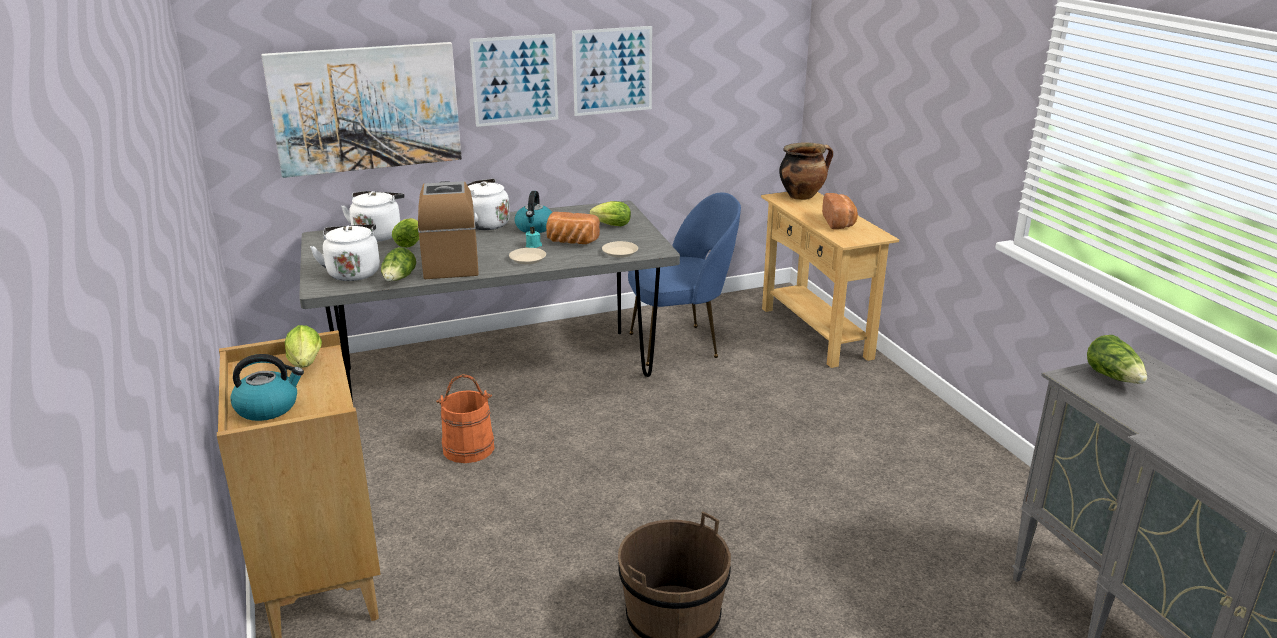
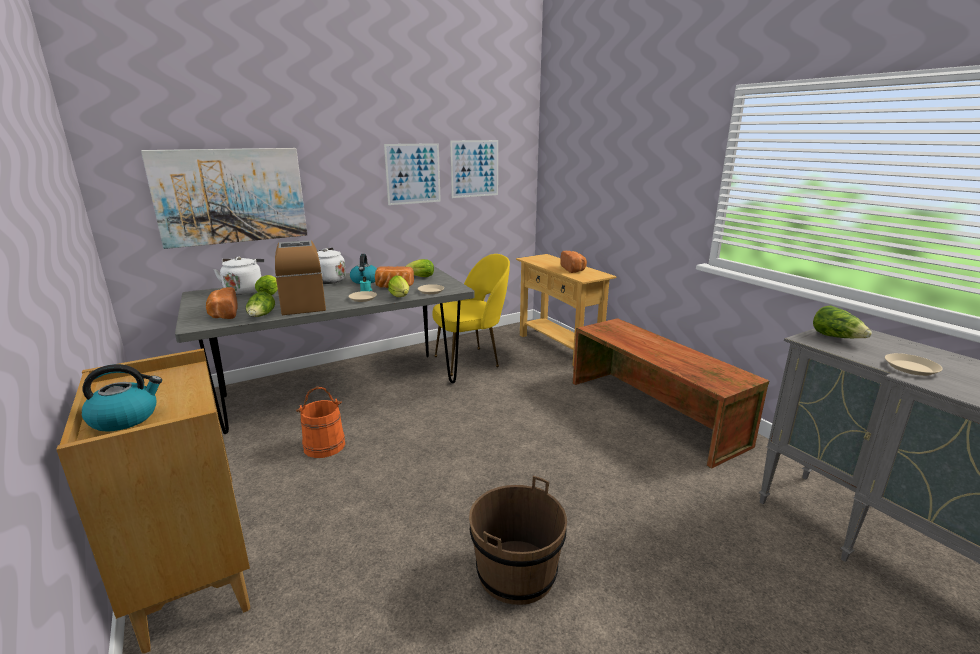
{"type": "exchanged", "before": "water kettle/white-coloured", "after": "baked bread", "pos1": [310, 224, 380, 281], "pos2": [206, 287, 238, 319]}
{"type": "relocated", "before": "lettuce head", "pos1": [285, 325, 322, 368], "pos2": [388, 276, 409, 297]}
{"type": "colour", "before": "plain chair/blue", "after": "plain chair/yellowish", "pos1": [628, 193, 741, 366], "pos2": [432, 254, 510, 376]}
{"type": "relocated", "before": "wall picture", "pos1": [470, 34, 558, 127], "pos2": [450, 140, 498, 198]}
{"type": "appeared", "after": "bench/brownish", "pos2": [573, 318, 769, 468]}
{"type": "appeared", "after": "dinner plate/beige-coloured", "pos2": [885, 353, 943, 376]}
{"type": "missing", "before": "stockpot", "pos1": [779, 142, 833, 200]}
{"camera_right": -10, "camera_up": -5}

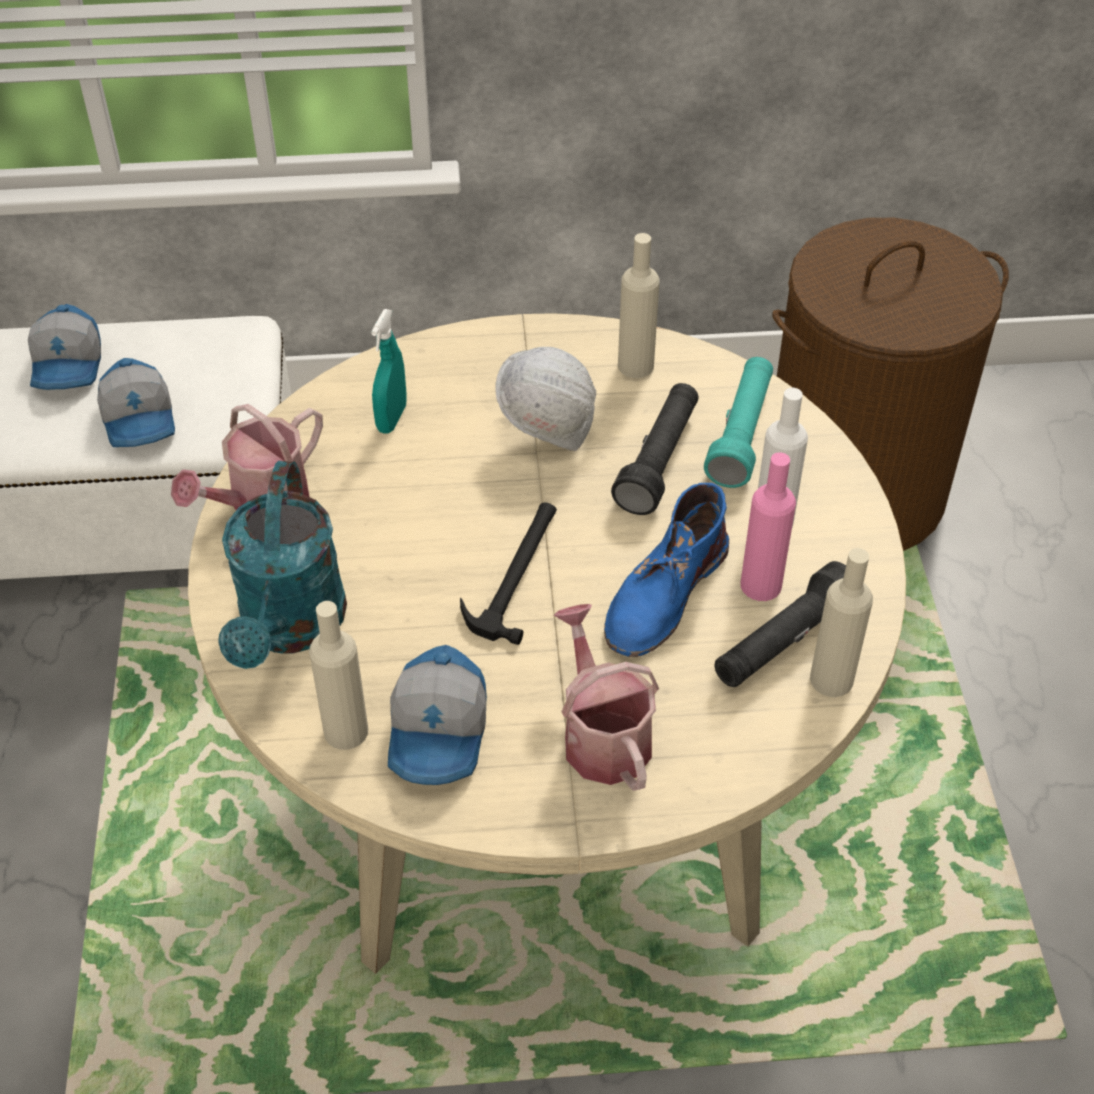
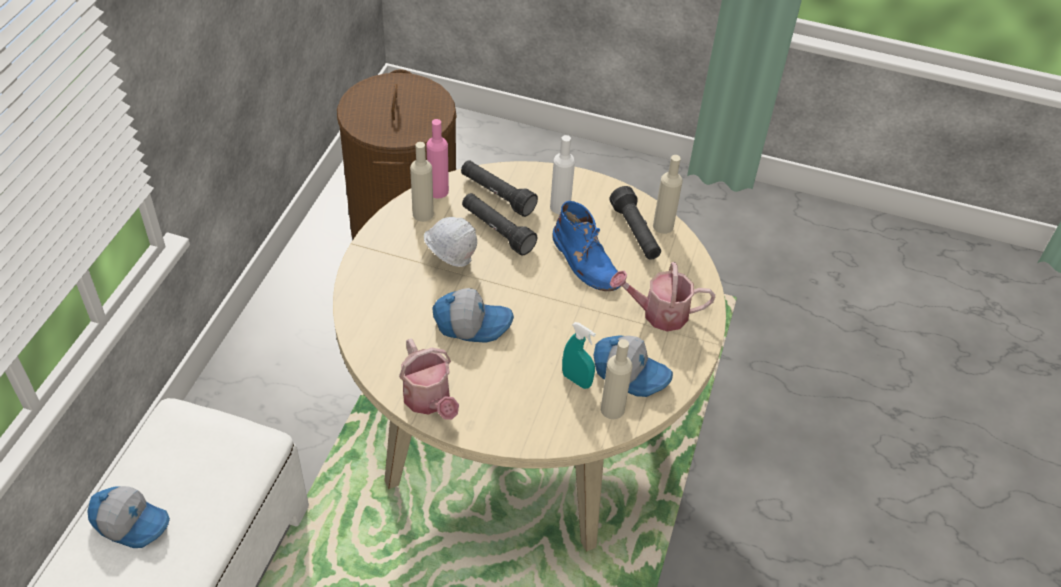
{"type": "relocated", "before": "bottle/pink-coloured", "pos1": [741, 452, 796, 601], "pos2": [426, 119, 449, 199]}
{"type": "relocated", "before": "cap", "pos1": [97, 358, 175, 447], "pos2": [432, 288, 514, 343]}
{"type": "colour", "before": "hand torch/turquoise", "after": "hand torch/blackish", "pos1": [704, 357, 773, 488], "pos2": [461, 160, 538, 217]}
{"type": "relocated", "before": "sprayer/turquoise", "pos1": [371, 309, 407, 434], "pos2": [562, 322, 596, 389]}
{"type": "missing", "before": "watering pot/turquoise", "pos1": [218, 461, 347, 669]}
{"type": "missing", "before": "hand hammer", "pos1": [460, 502, 557, 645]}
{"camera_right": -70, "camera_up": 0}

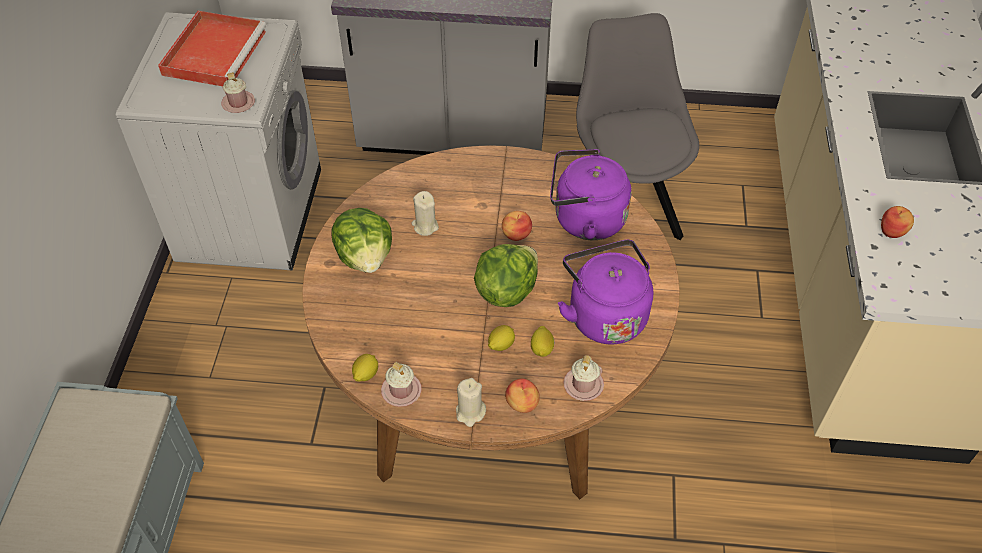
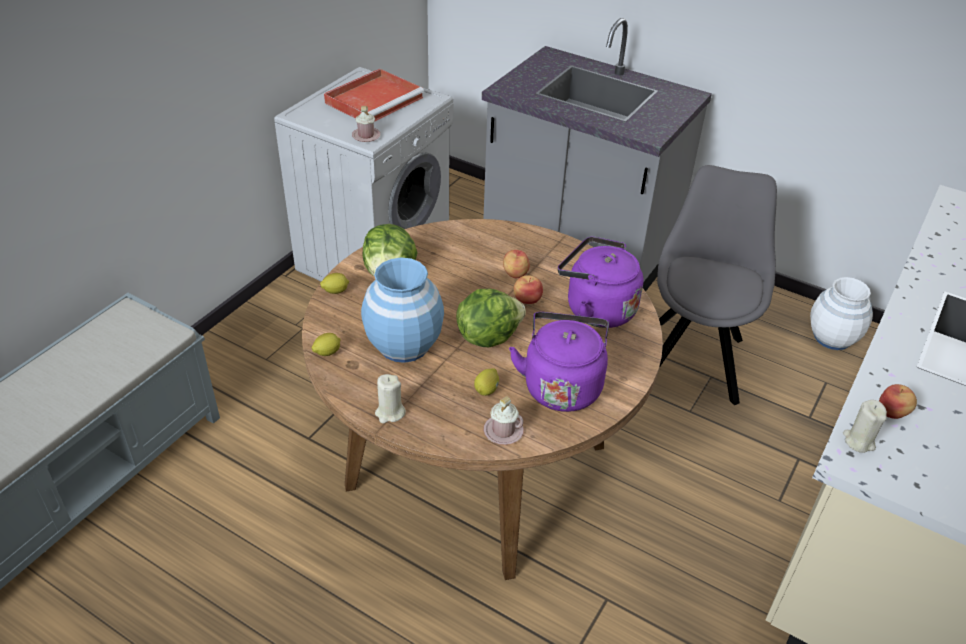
{"type": "relocated", "before": "citrus fruit", "pos1": [488, 325, 515, 351], "pos2": [320, 273, 349, 294]}
{"type": "appeared", "after": "flower vase/blue", "pos2": [361, 258, 444, 363]}
{"type": "relocated", "before": "apple", "pos1": [505, 379, 540, 413], "pos2": [503, 250, 530, 278]}
{"type": "appeared", "after": "flower vase/white-coloured", "pos2": [810, 277, 873, 350]}
{"type": "relocated", "before": "candle/beige-coloured", "pos1": [411, 191, 439, 236], "pos2": [843, 400, 887, 453]}
{"type": "missing", "before": "tea mug/pink-coloured", "pos1": [381, 362, 422, 407]}
{"camera_right": 25, "camera_up": -10}

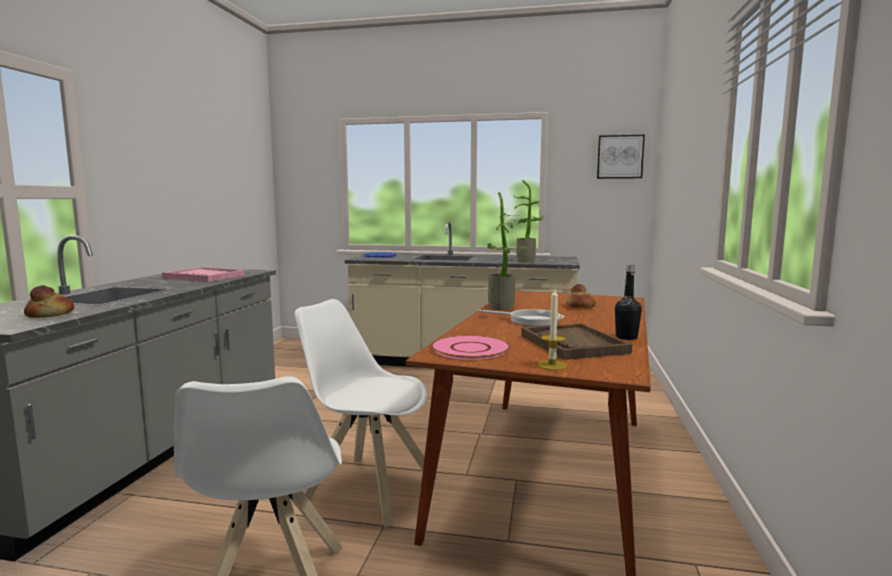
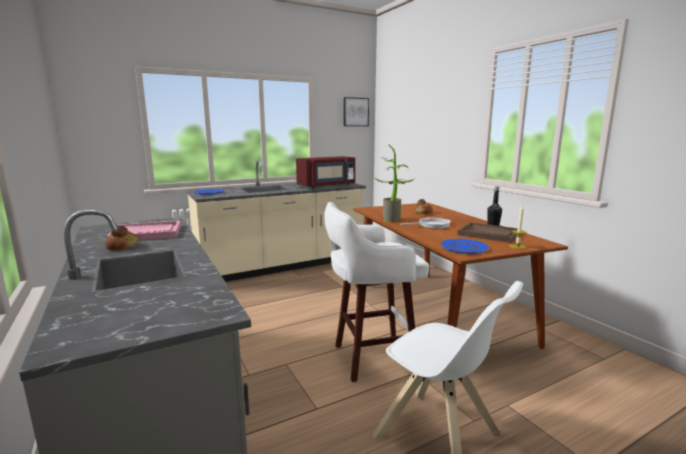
{"type": "relocated", "before": "baked bread", "pos1": [24, 285, 74, 318], "pos2": [105, 225, 139, 250]}
{"type": "exchanged", "before": "houseplant", "after": "microwave oven/red", "pos1": [506, 180, 544, 263], "pos2": [296, 156, 355, 189]}
{"type": "exchanged", "before": "plain chair/white-coloured", "after": "stool seat/white-coloured", "pos1": [295, 299, 438, 527], "pos2": [324, 202, 429, 382]}
{"type": "colour", "before": "dinner plate/pink-coloured", "after": "dinner plate/blue", "pos1": [431, 335, 511, 360], "pos2": [440, 238, 490, 254]}
{"camera_right": -40, "camera_up": 5}

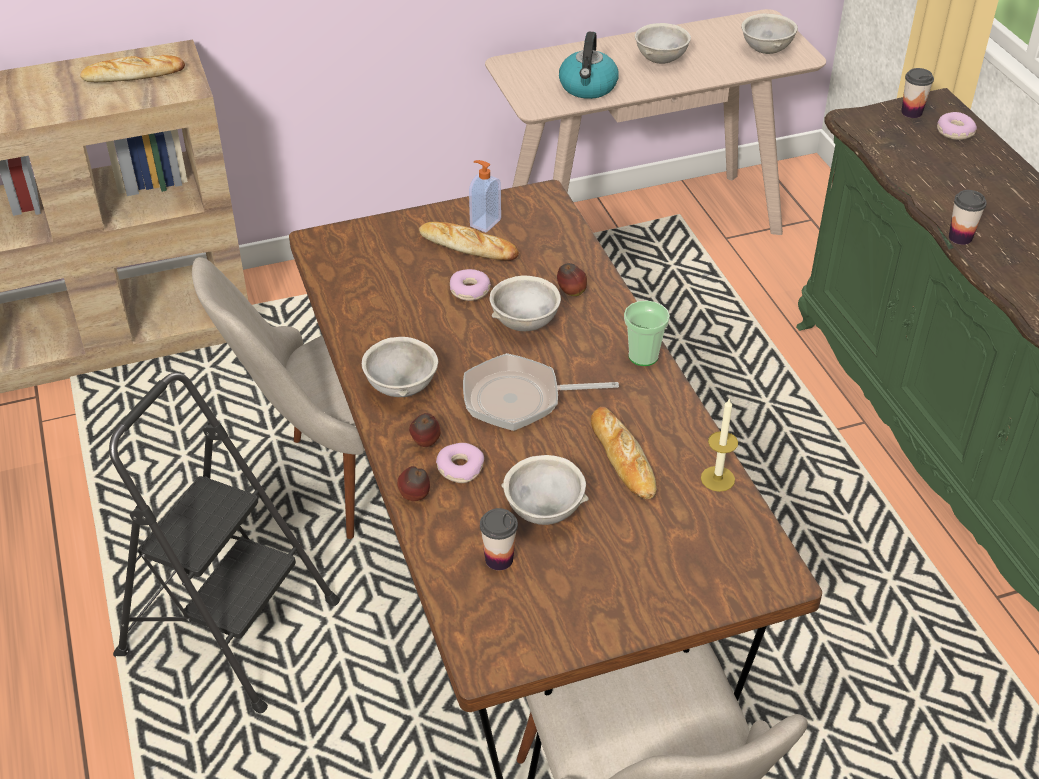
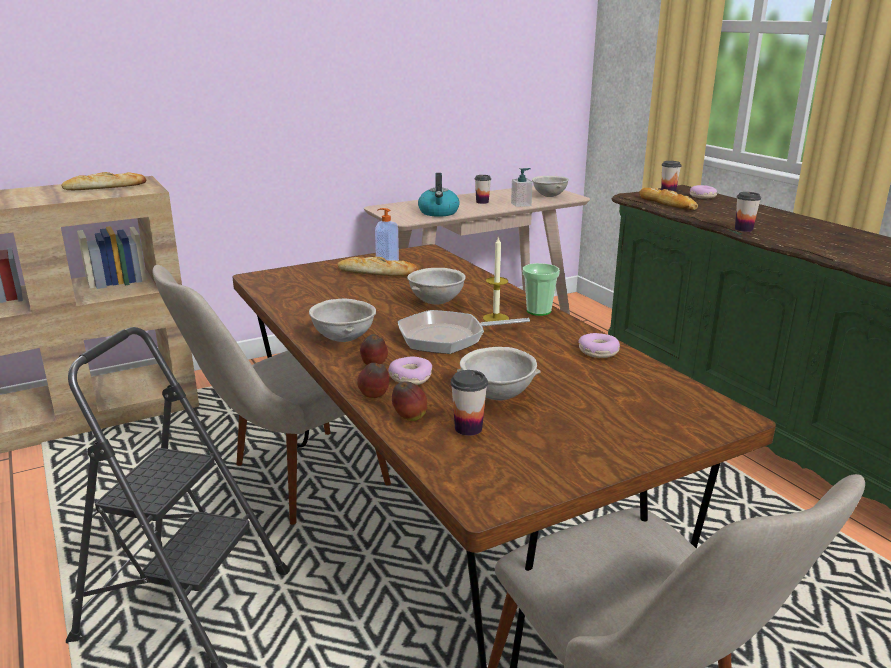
{"type": "relocated", "before": "apple", "pos1": [557, 263, 587, 296], "pos2": [392, 382, 427, 421]}
{"type": "exchanged", "before": "deep dish/greyish", "after": "cup", "pos1": [635, 23, 691, 64], "pos2": [475, 175, 491, 204]}
{"type": "relocated", "before": "candle", "pos1": [701, 398, 738, 492], "pos2": [483, 236, 509, 322]}
{"type": "appeared", "after": "soap bottle", "pos2": [511, 168, 533, 207]}
{"type": "relocated", "before": "donut", "pos1": [450, 269, 491, 301], "pos2": [578, 333, 620, 358]}
{"type": "relocated", "before": "baked bread", "pos1": [591, 407, 657, 499], "pos2": [639, 188, 698, 210]}
{"camera_right": -10, "camera_up": -20}

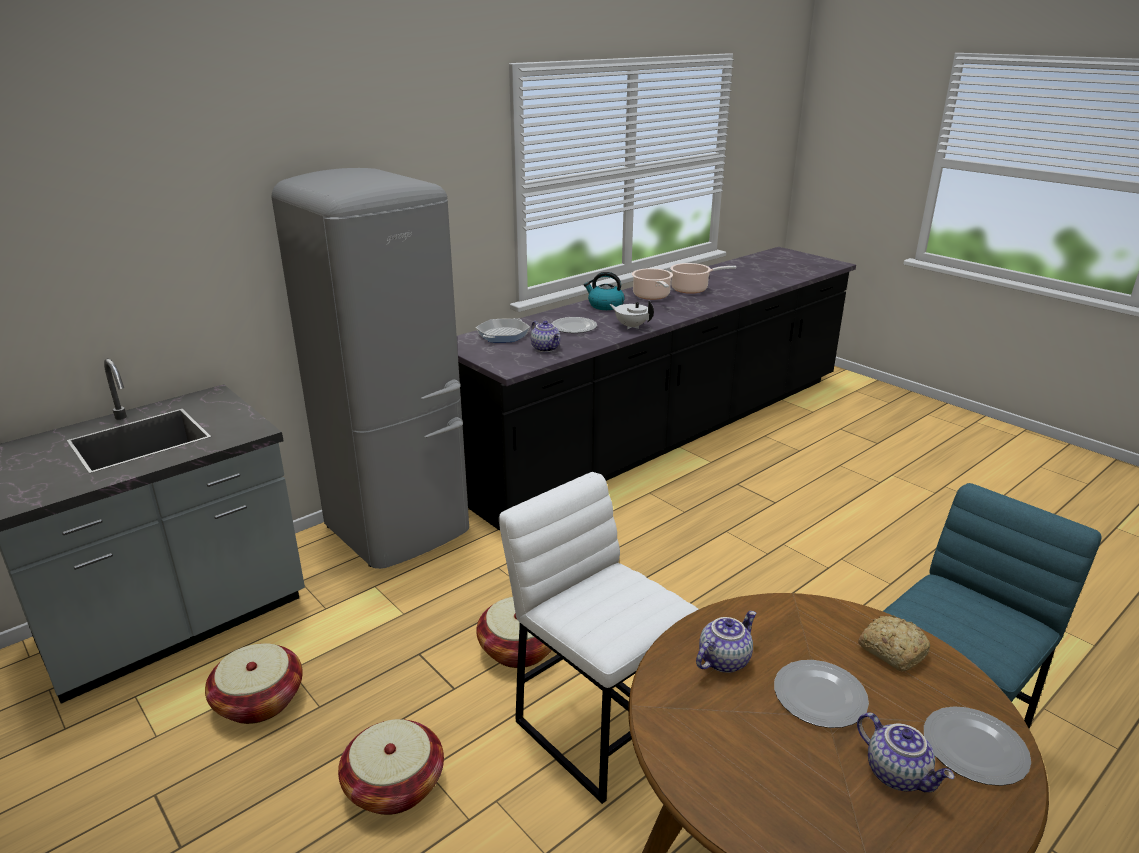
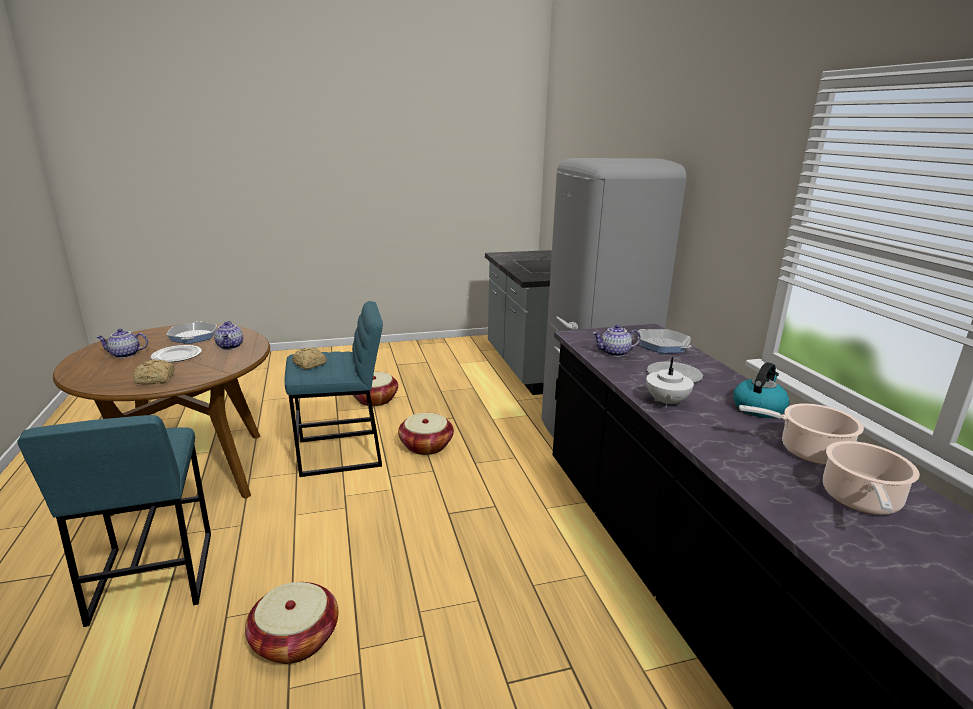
{"type": "appeared", "after": "pan", "pos2": [166, 321, 217, 344]}
{"type": "relocated", "before": "storage basket", "pos1": [205, 643, 303, 724], "pos2": [245, 582, 339, 664]}
{"type": "colour", "before": "stool seat/white-coloured", "after": "stool seat/blue", "pos1": [499, 472, 699, 804], "pos2": [284, 301, 383, 477]}
{"type": "appeared", "after": "baked bread", "pos2": [292, 347, 327, 369]}
{"type": "spun", "before": "pot for tea/white-coloured", "pos1": [609, 301, 654, 329], "pos2": [646, 357, 694, 408], "turn": 135}
{"type": "missing", "before": "dinner plate", "pos1": [924, 706, 1031, 786]}
{"camera_right": 115, "camera_up": -5}

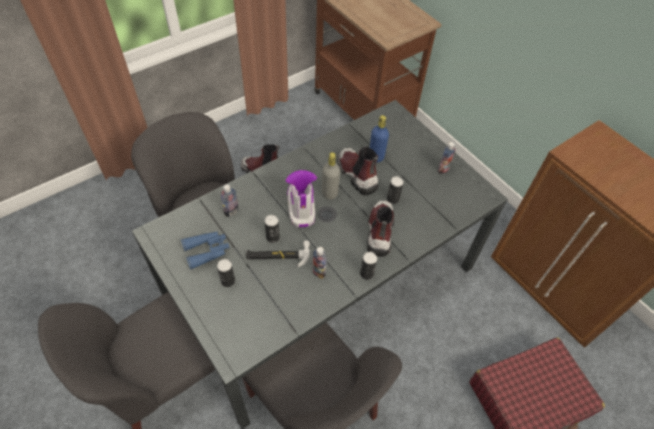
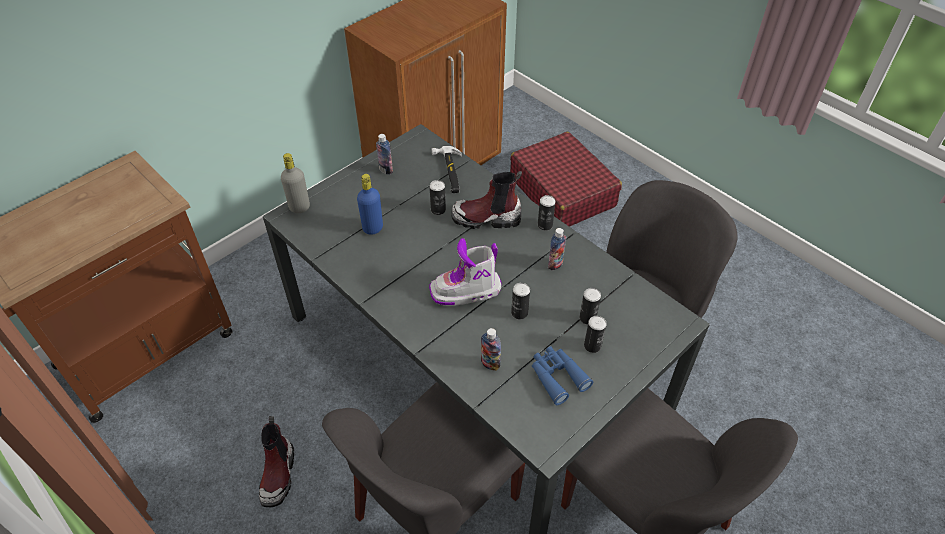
{"type": "relocated", "before": "bottle/greyish", "pos1": [322, 152, 340, 200], "pos2": [281, 153, 310, 213]}
{"type": "relocated", "before": "hand hammer", "pos1": [246, 240, 310, 267], "pos2": [431, 146, 461, 193]}
{"type": "appeared", "after": "can", "pos2": [579, 288, 601, 325]}
{"type": "missing", "before": "tall boot", "pos1": [337, 146, 378, 195]}
{"camera_right": -95, "camera_up": -5}

